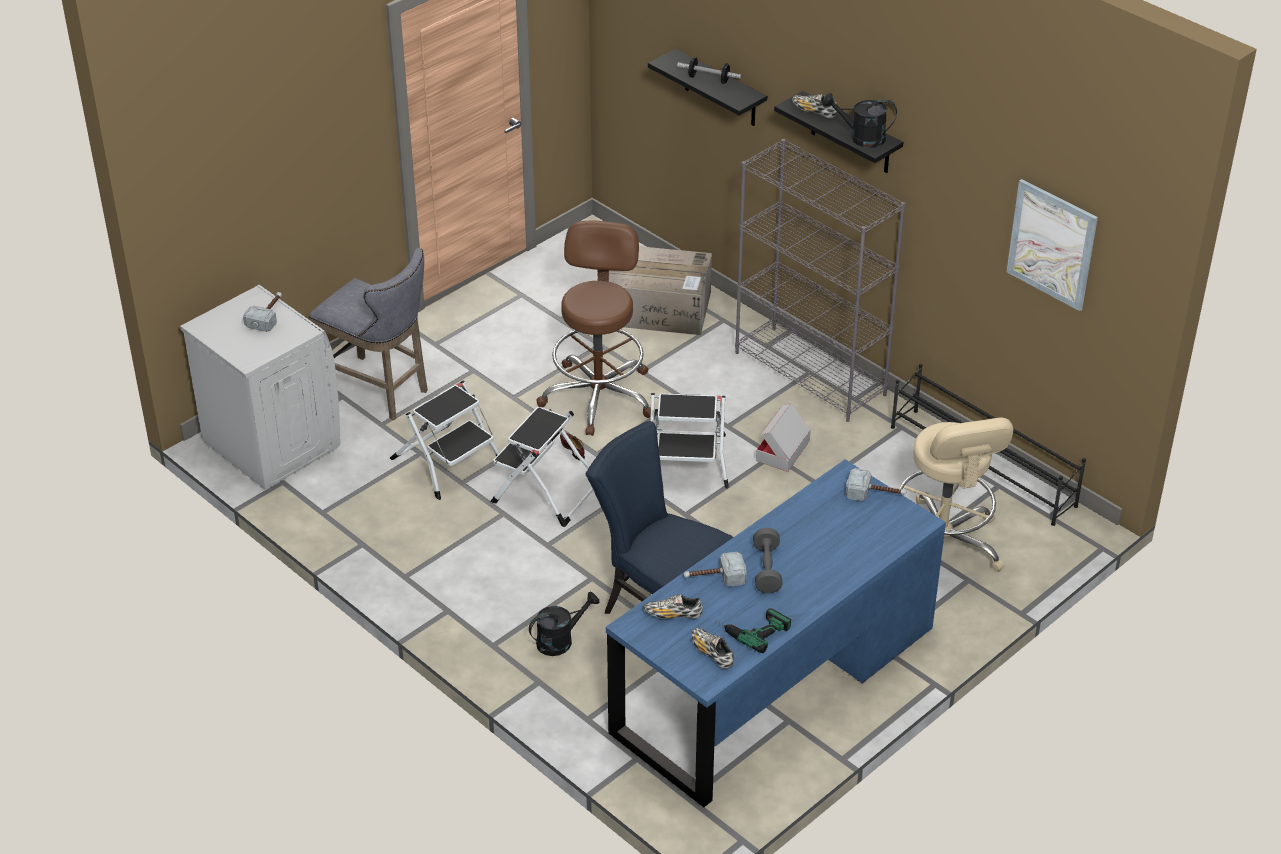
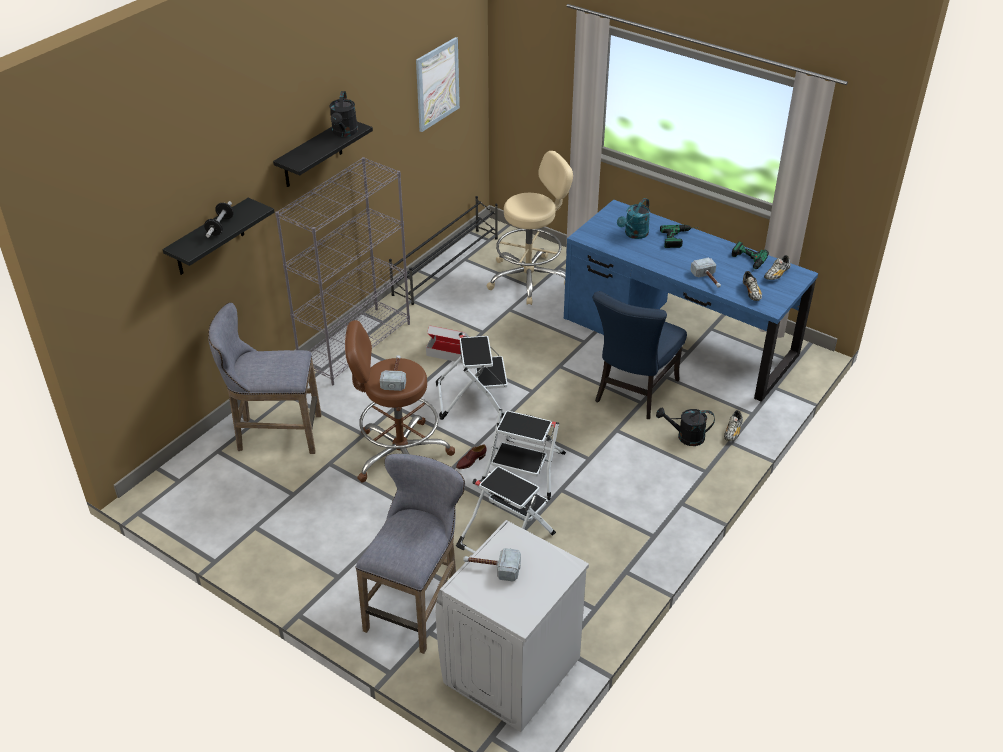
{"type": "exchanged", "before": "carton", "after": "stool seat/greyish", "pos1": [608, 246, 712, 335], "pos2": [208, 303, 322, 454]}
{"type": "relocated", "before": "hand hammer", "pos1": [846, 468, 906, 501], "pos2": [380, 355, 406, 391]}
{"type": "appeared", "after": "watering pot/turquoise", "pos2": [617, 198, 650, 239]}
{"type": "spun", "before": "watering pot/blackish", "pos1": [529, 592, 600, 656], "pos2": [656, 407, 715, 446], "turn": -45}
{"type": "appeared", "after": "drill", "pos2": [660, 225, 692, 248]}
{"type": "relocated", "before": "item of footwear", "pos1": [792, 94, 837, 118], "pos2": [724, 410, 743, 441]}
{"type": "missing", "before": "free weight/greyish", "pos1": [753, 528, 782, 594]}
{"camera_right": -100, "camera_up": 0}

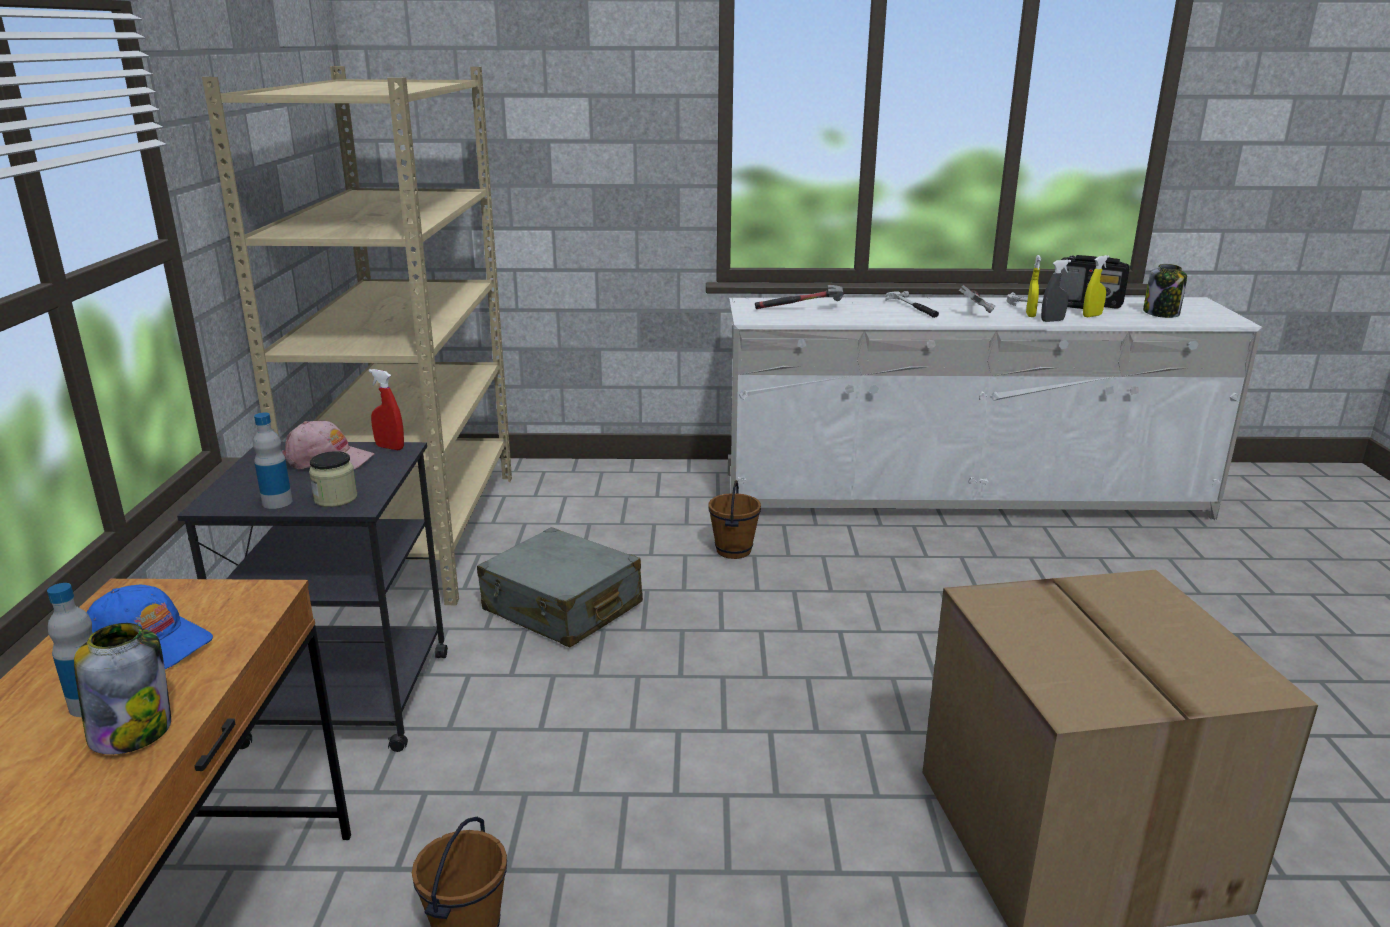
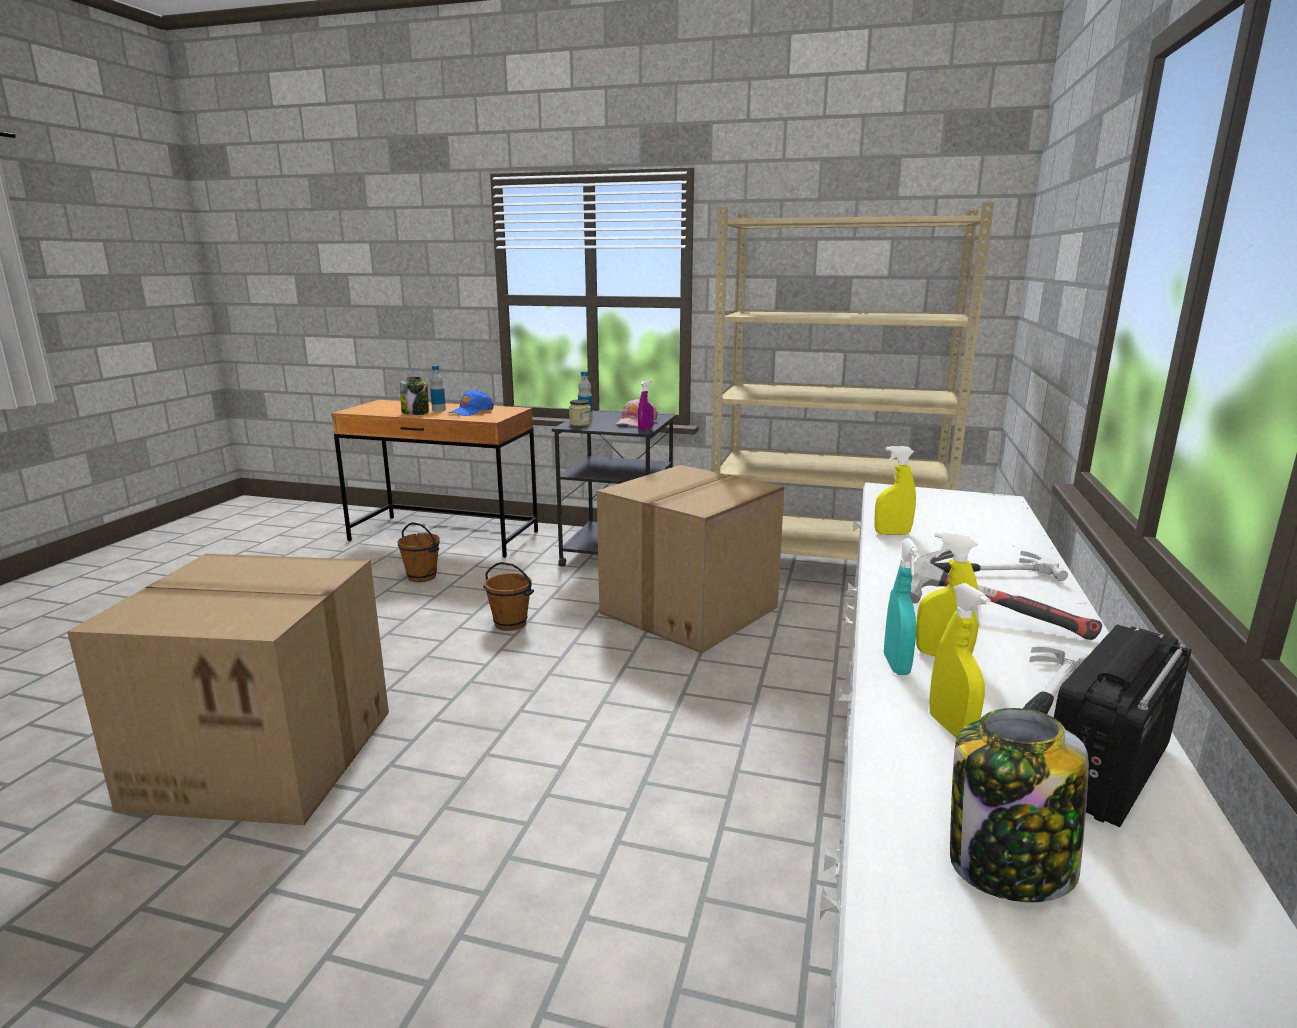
{"type": "relocated", "before": "bucket/brownish", "pos1": [709, 480, 761, 559], "pos2": [483, 562, 534, 631]}
{"type": "exchanged", "before": "piece of luggage/greyish", "after": "carton", "pos1": [477, 527, 643, 648], "pos2": [597, 465, 784, 653]}
{"type": "colour", "before": "sprayer/red", "after": "sprayer/purple-coloured", "pos1": [369, 369, 404, 450], "pos2": [638, 380, 654, 431]}
{"type": "appeared", "after": "sprayer/yellowish", "pos2": [874, 446, 916, 535]}
{"type": "colour", "before": "sprayer/greyish", "after": "sprayer/turquoise", "pos1": [1041, 260, 1071, 322], "pos2": [884, 538, 919, 675]}
{"type": "missing", "before": "hand hammer", "pos1": [755, 285, 844, 309]}
{"camera_right": 105, "camera_up": -5}

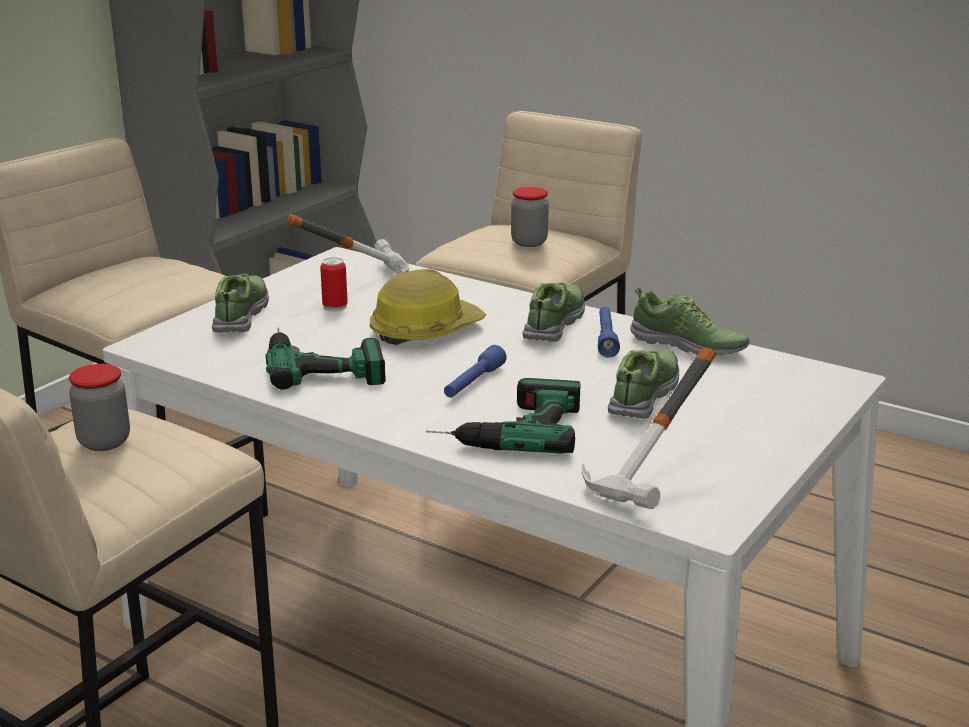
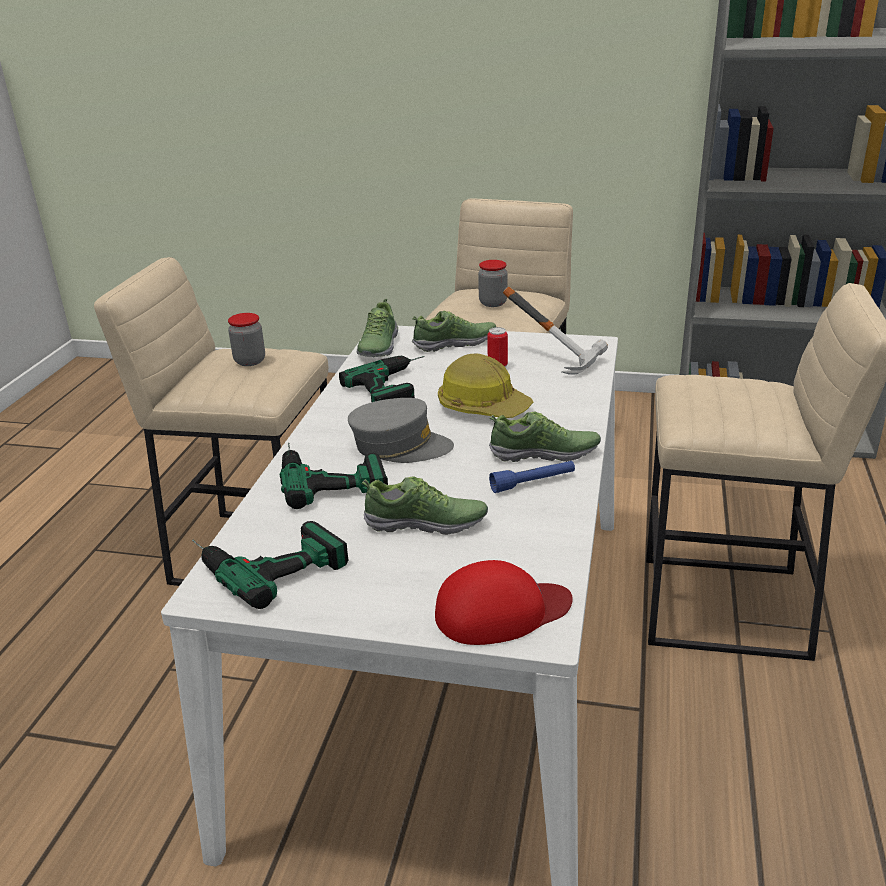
{"type": "exchanged", "before": "hand hammer", "after": "drill", "pos1": [582, 348, 716, 509], "pos2": [192, 521, 348, 609]}
{"type": "exchanged", "before": "hand torch/blue", "after": "cap/greyish", "pos1": [444, 345, 507, 398], "pos2": [348, 398, 454, 463]}
{"type": "relocated", "before": "item of footwear", "pos1": [630, 287, 750, 356], "pos2": [357, 299, 398, 357]}
{"type": "appeared", "after": "cap/red", "pos2": [435, 560, 573, 645]}
{"type": "relocated", "before": "storage jar", "pos1": [511, 187, 549, 247], "pos2": [478, 260, 507, 307]}
{"camera_right": 70, "camera_up": 5}

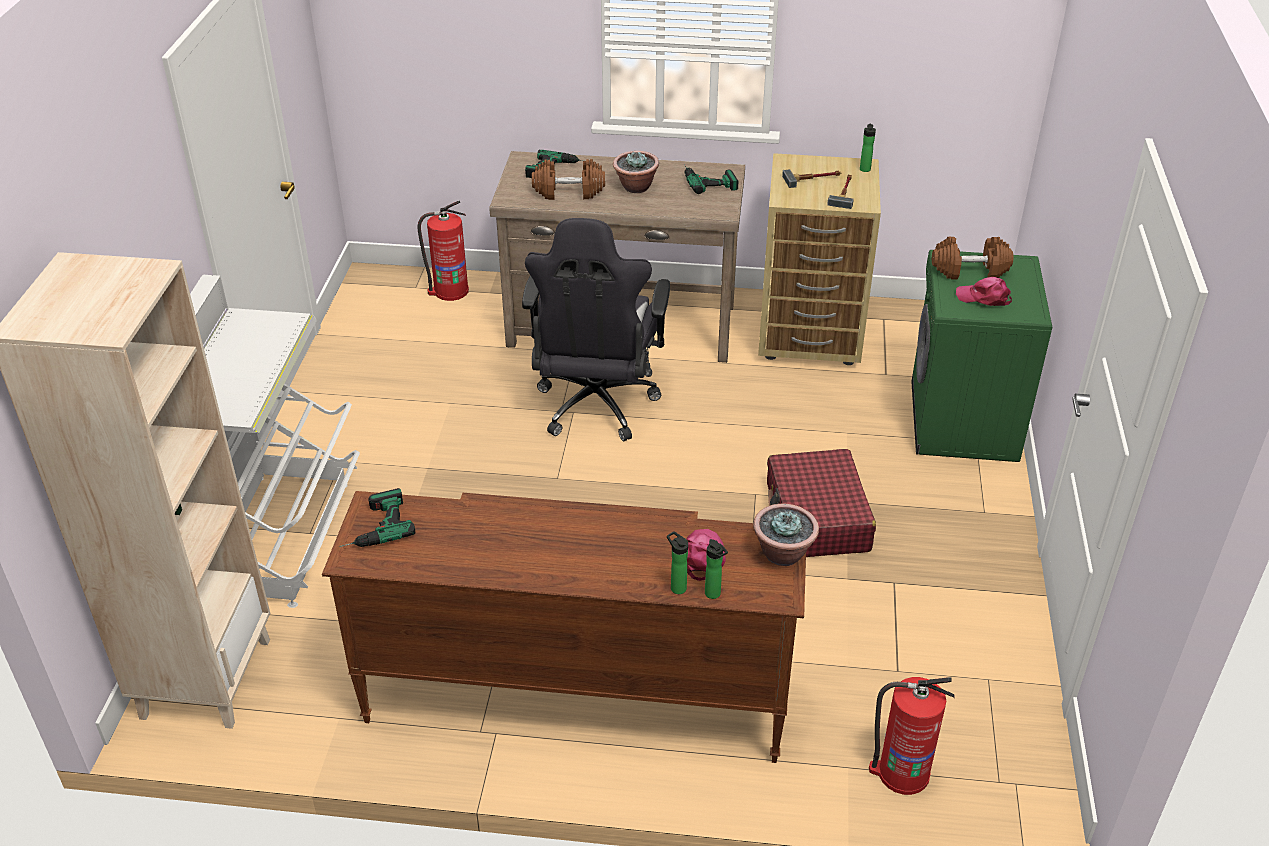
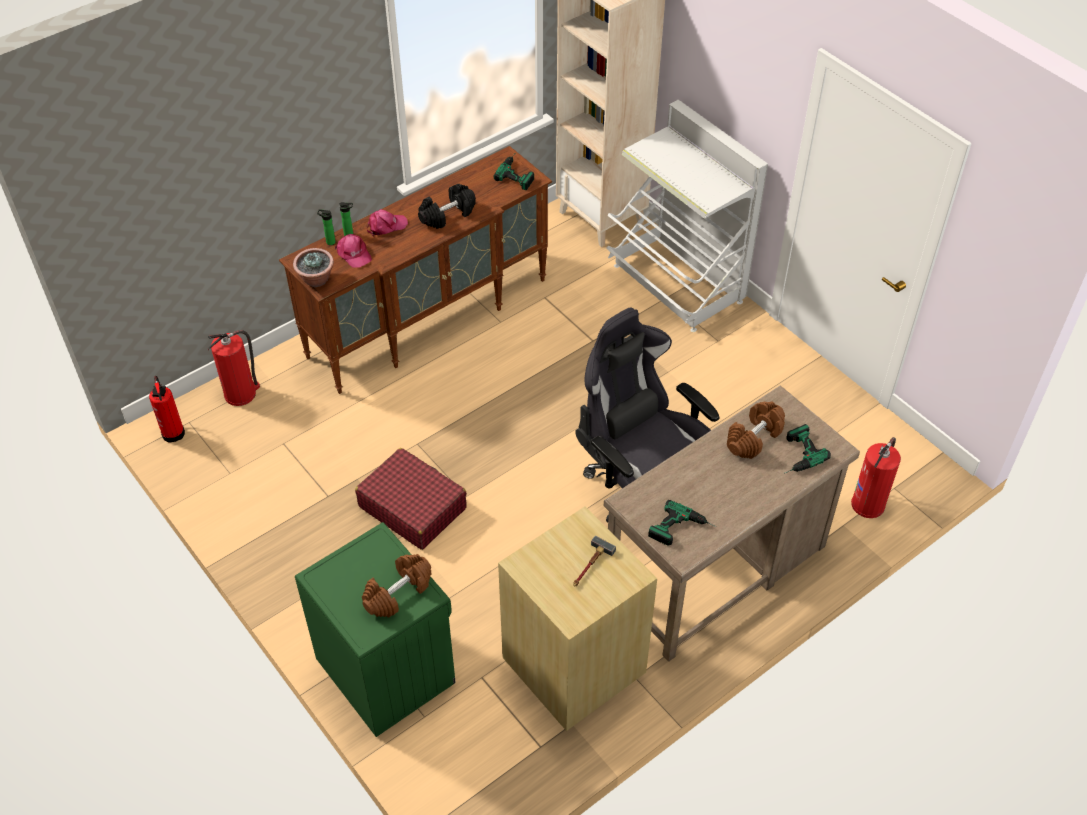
{"type": "appeared", "after": "fire-fighting cylinder", "pos2": [149, 376, 185, 443]}
{"type": "relocated", "before": "cap/pink-coloured", "pos1": [956, 277, 1012, 306], "pos2": [367, 209, 408, 237]}
{"type": "appeared", "after": "free weight/blackish", "pos2": [418, 184, 476, 229]}
{"type": "missing", "before": "houseplant", "pos1": [613, 151, 659, 193]}
{"type": "missing", "before": "hand hammer", "pos1": [827, 175, 854, 209]}
{"type": "missing", "before": "bottle", "pos1": [860, 124, 876, 172]}
{"camera_right": 135, "camera_up": 10}

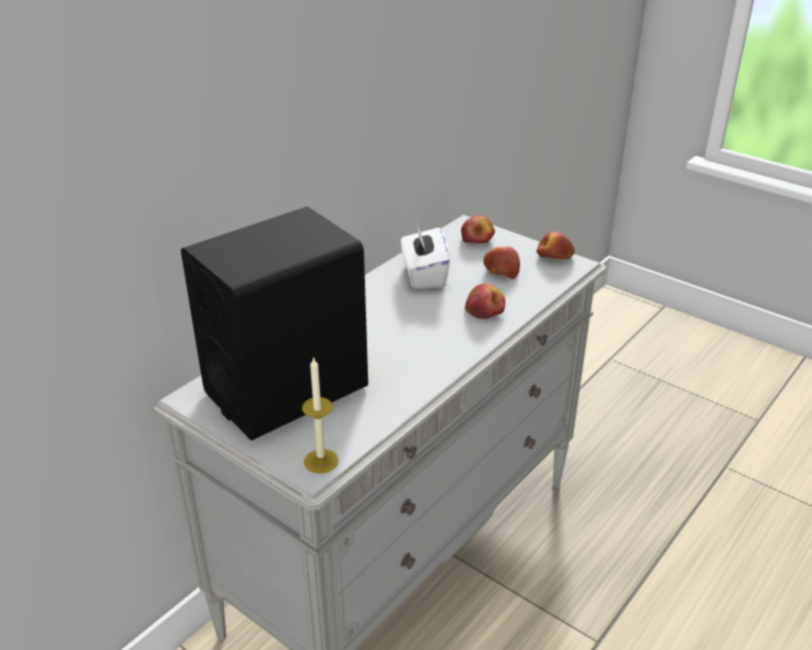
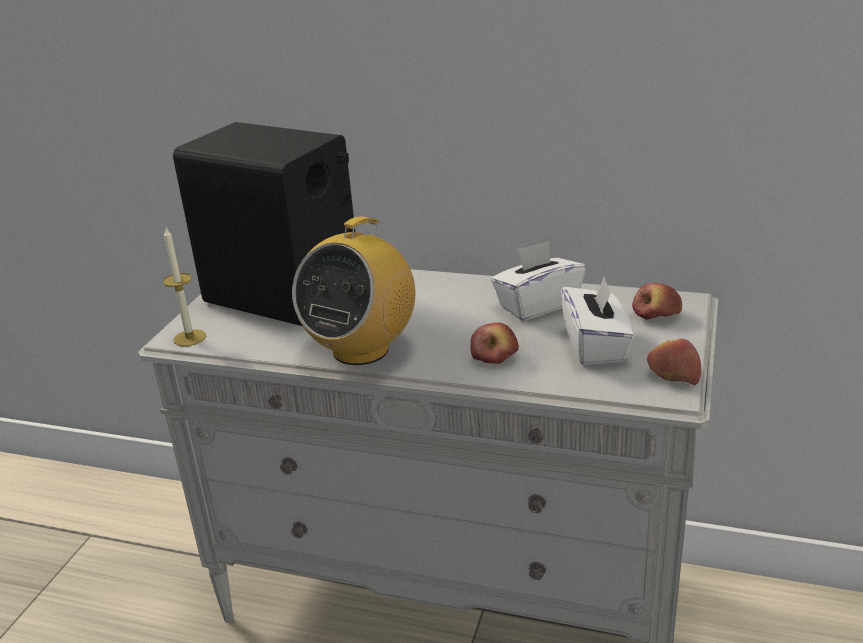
{"type": "appeared", "after": "radio receiver", "pos2": [292, 216, 415, 365]}
{"type": "exchanged", "before": "apple", "after": "tissue box/white-coloured", "pos1": [483, 246, 520, 279], "pos2": [561, 276, 635, 365]}
{"camera_right": 70, "camera_up": -5}

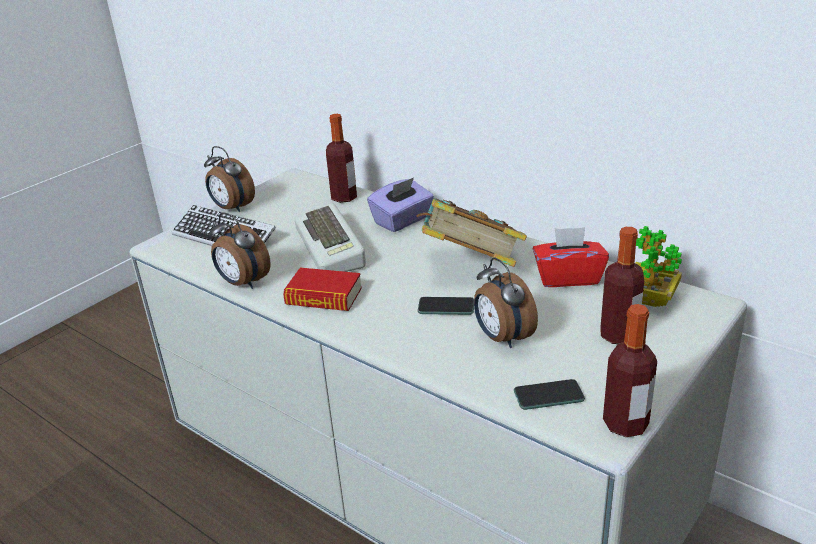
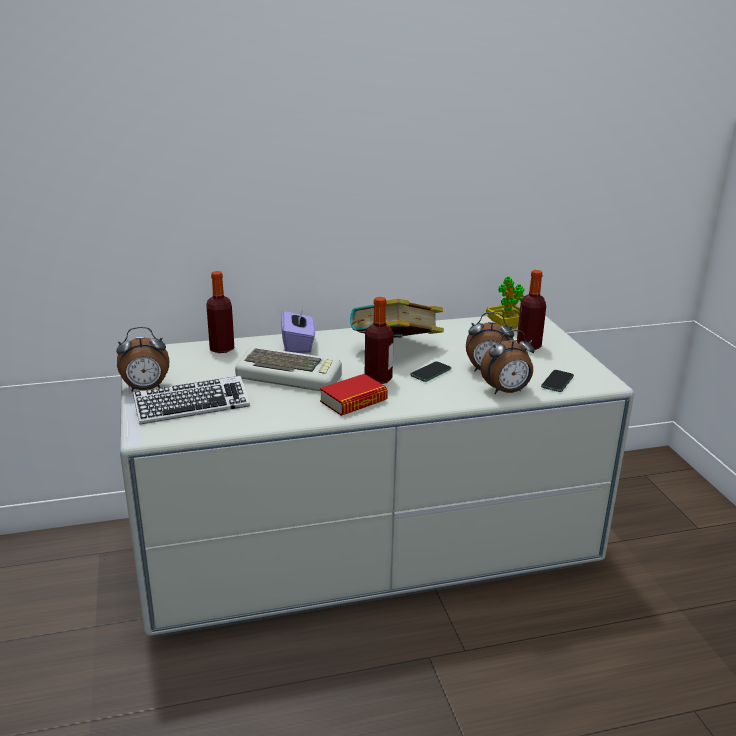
{"type": "relocated", "before": "bottle", "pos1": [603, 304, 657, 437], "pos2": [365, 297, 394, 384]}
{"type": "relocated", "before": "table clock", "pos1": [209, 212, 271, 289], "pos2": [480, 330, 535, 394]}
{"type": "missing", "before": "tissue box/red", "pos1": [533, 227, 609, 287]}
{"camera_right": -55, "camera_up": -5}

